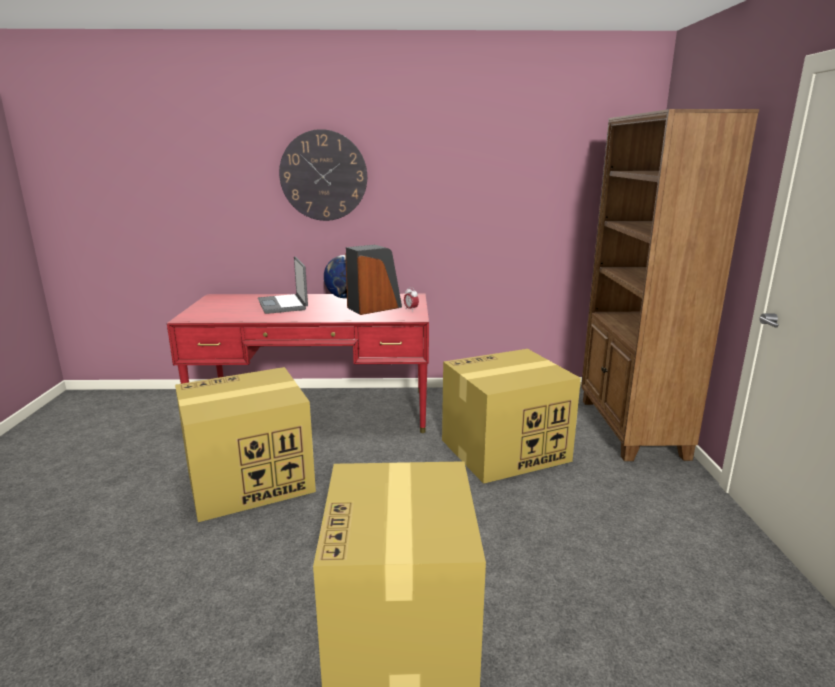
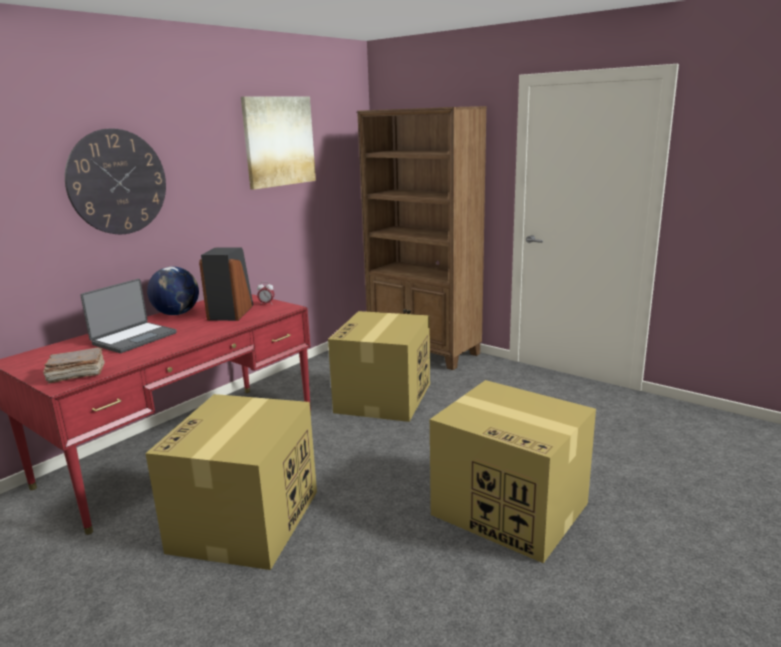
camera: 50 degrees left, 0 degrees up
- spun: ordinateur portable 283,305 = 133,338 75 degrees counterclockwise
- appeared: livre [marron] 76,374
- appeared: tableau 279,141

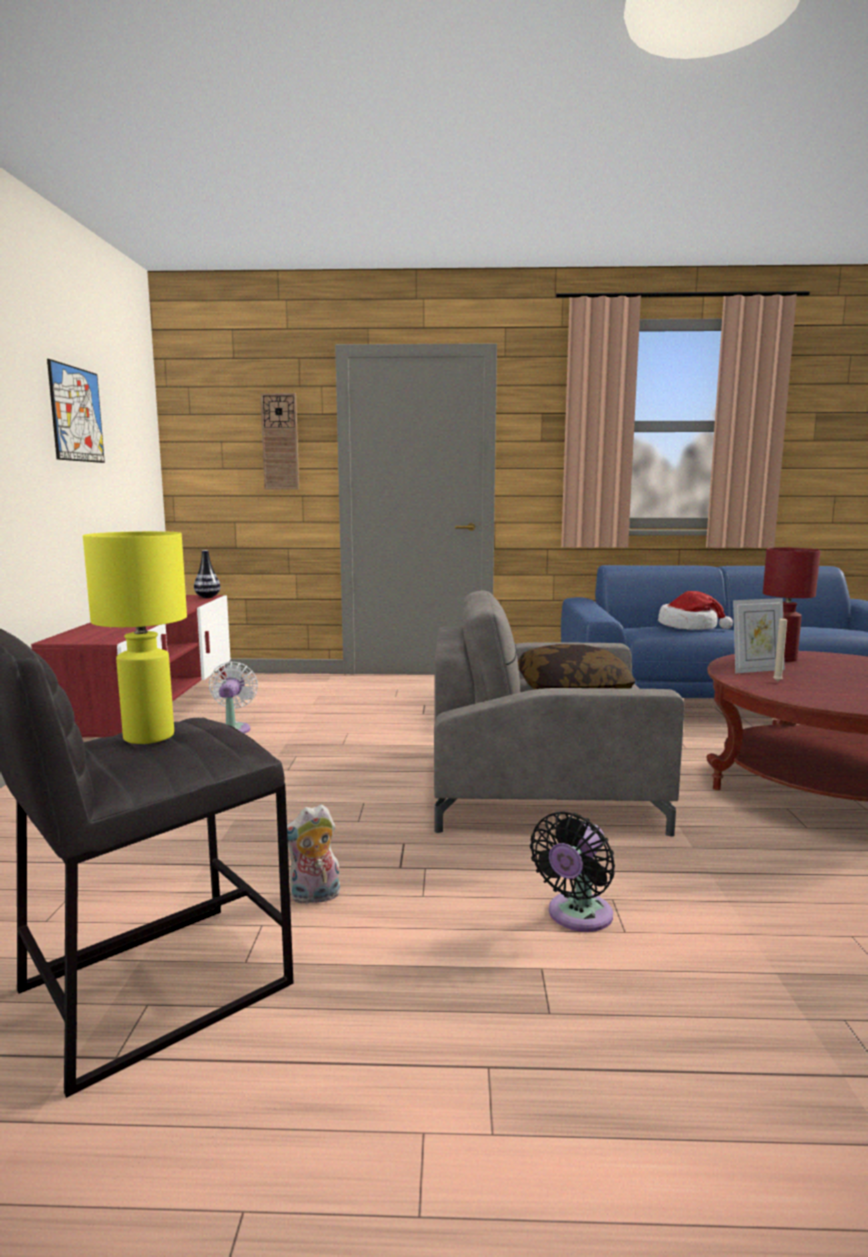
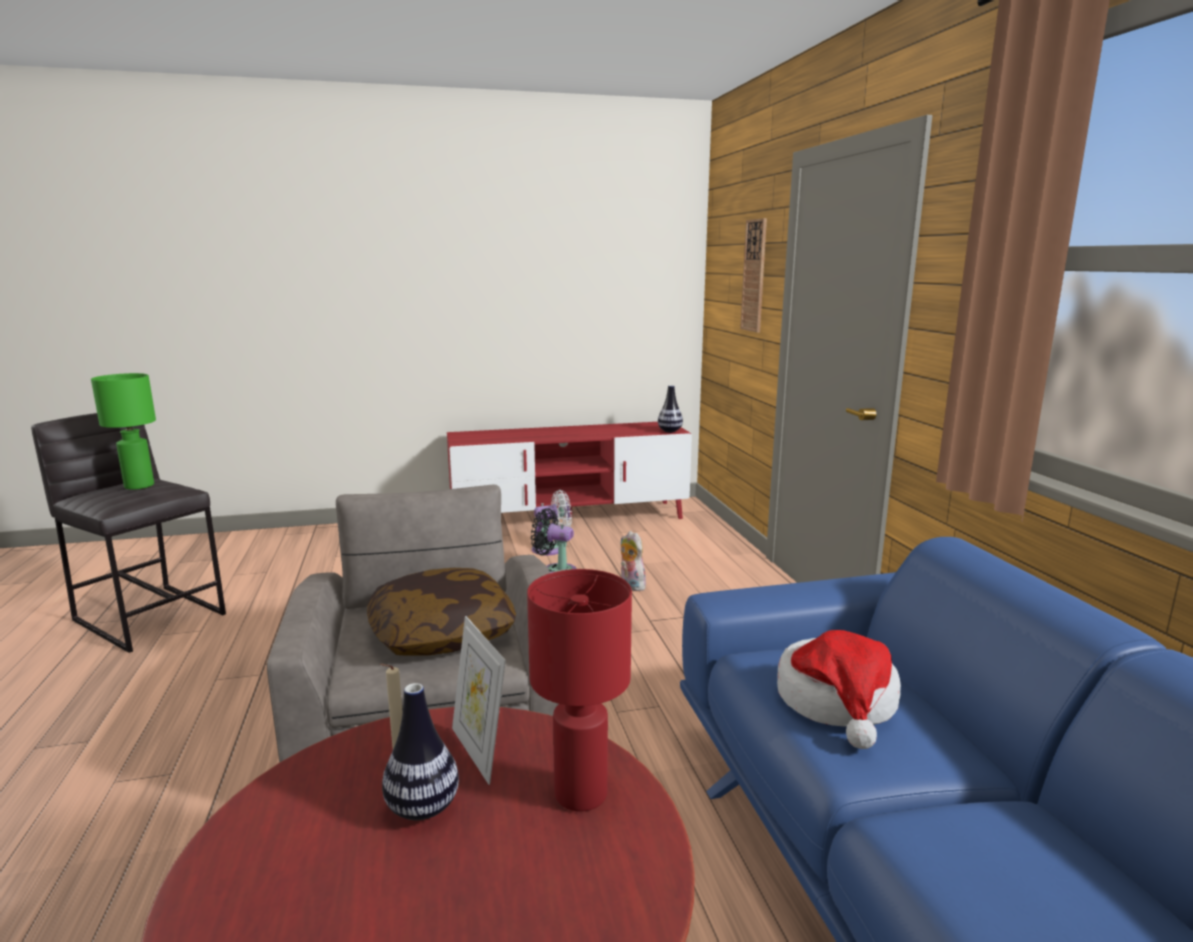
camera: 75 degrees right, 5 degrees up
- missing: tableau 76,414
- colour: lampe de table [jaune] 148,737 to lampe de table [vert] 138,486
- relocated: peluche 314,897 to 630,585
- relocated: ventilateur [noir] 577,916 to 555,571
- appeared: vase 422,808

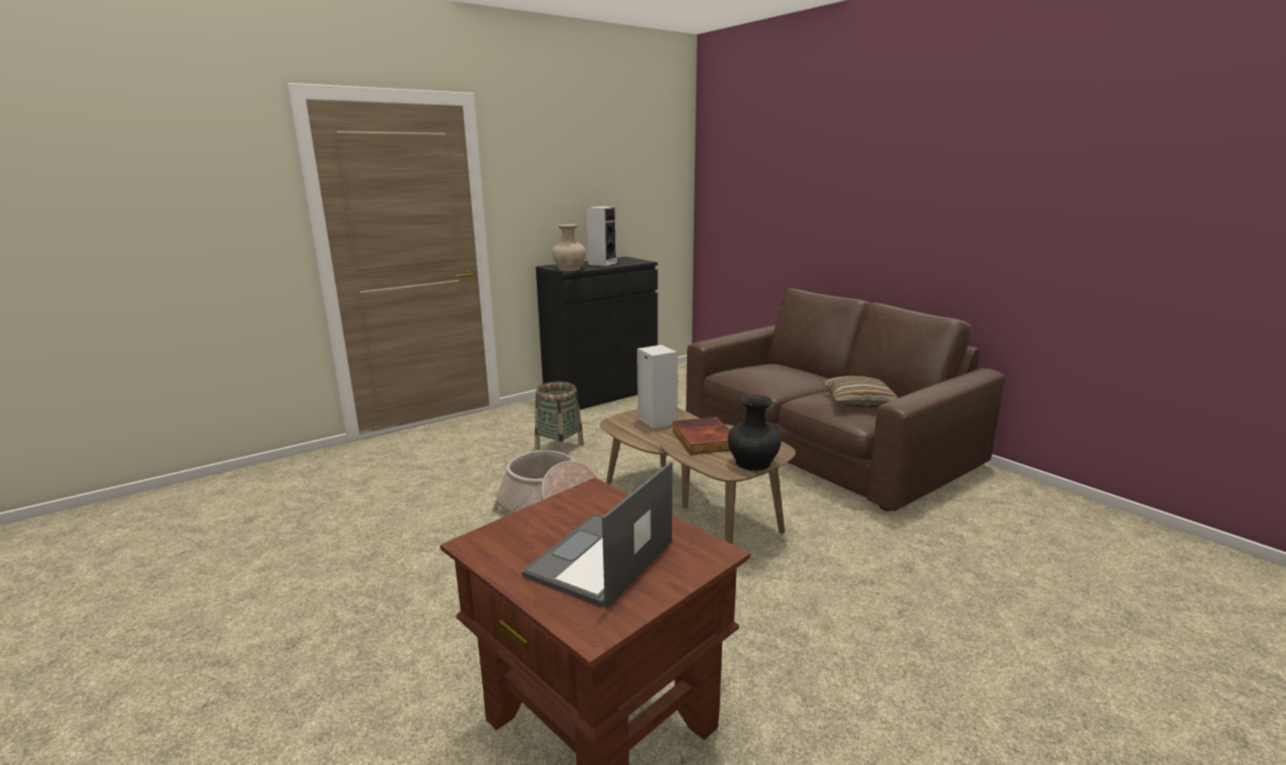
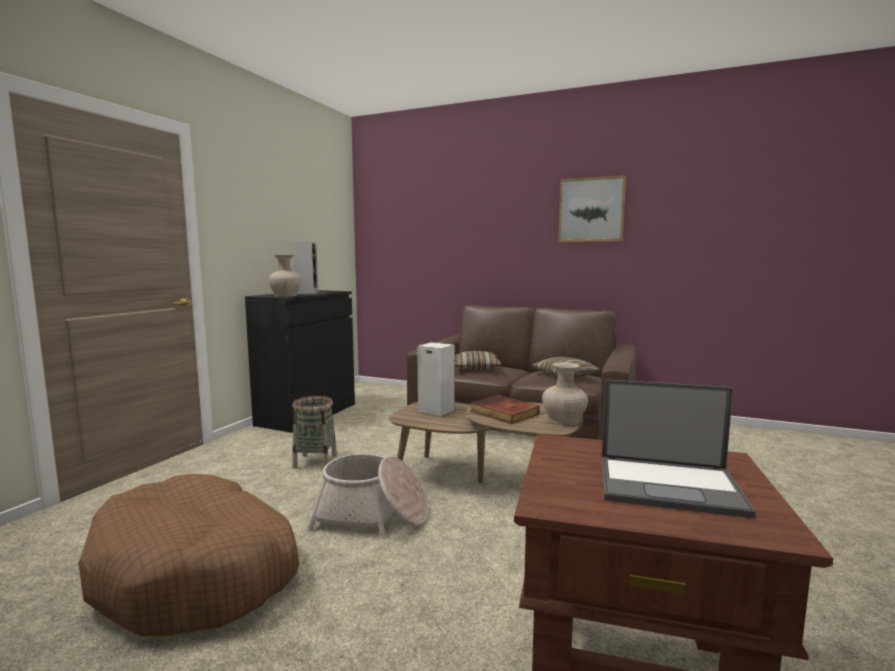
camera: 30 degrees left, 10 degrees down
- spun: ordinateur portable 600,560 = 670,485 75 degrees counterclockwise
- colour: vase [noir] 752,463 to vase [beige] 563,420
- appeared: panier pour chien [marron] 197,573
- appeared: coussin 476,368
- appeared: tableau 591,210

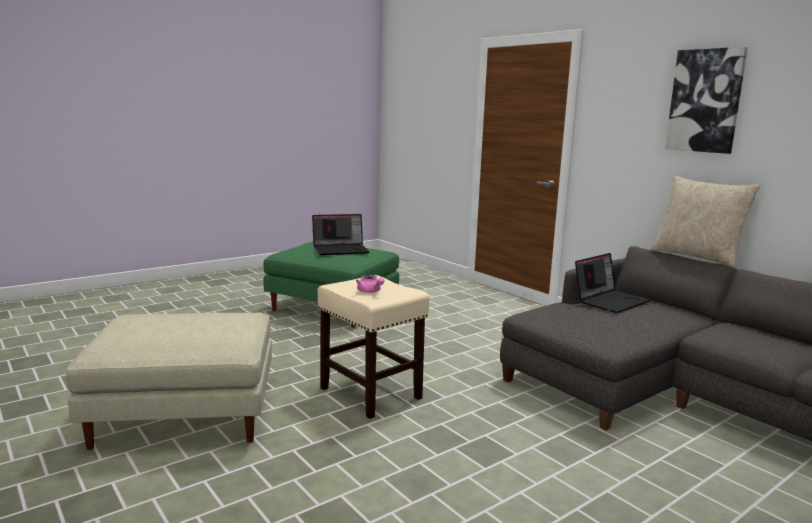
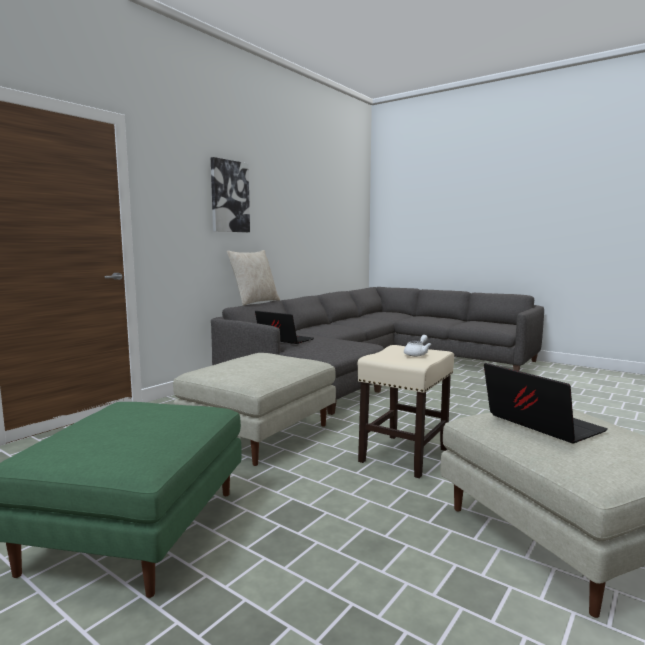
camera: 105 degrees left, 5 degrees down
- relocated: ordinateur portable 341,250 to 539,425
- colour: théière [rose] 370,291 to théière [blanc] 417,354
- appeared: pouf [beige] 259,433

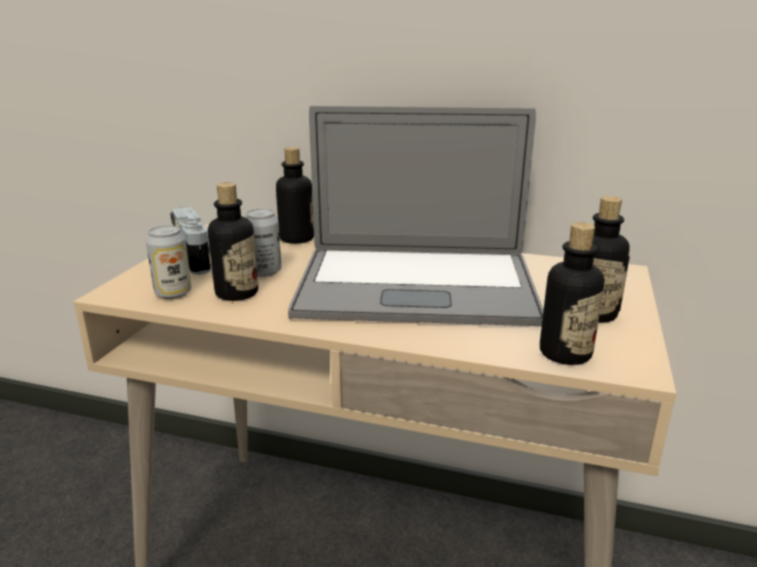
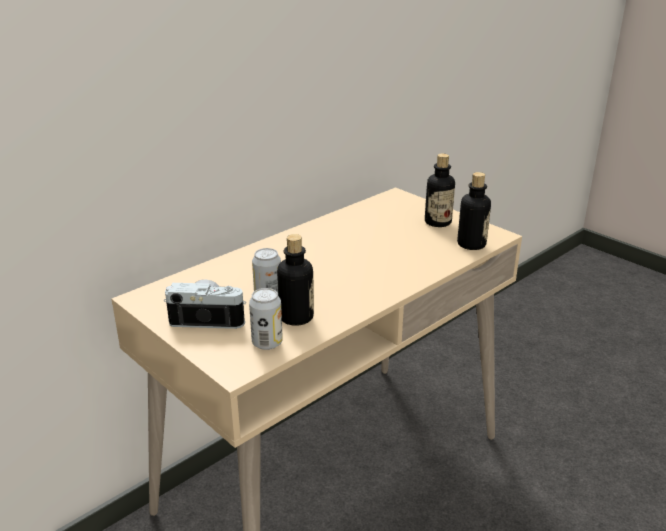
camera: 60 degrees left, 5 degrees up
- missing: bouteille 296,238
- missing: ordinateur portable 416,286

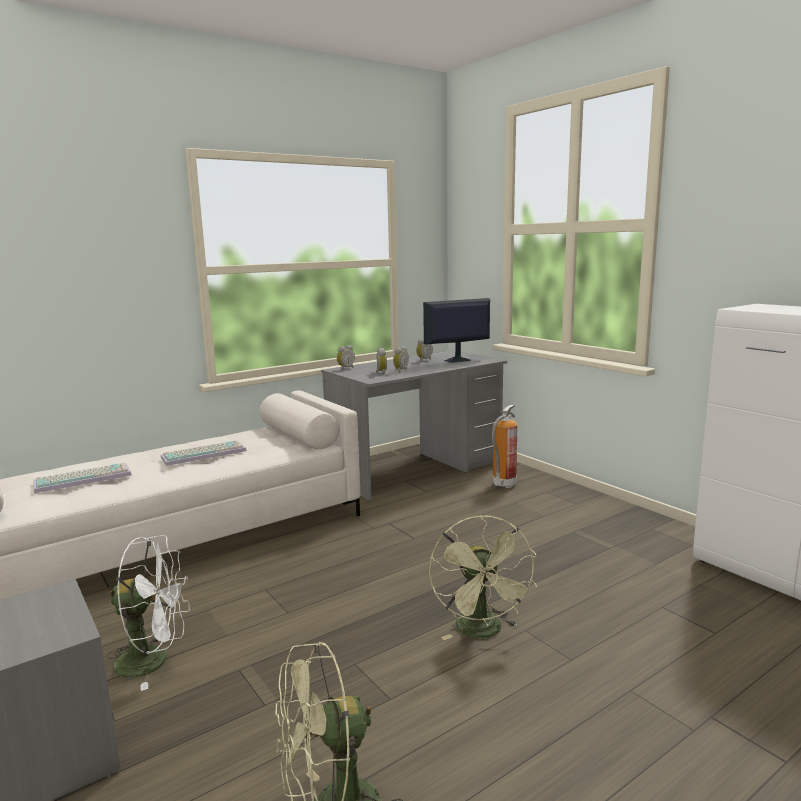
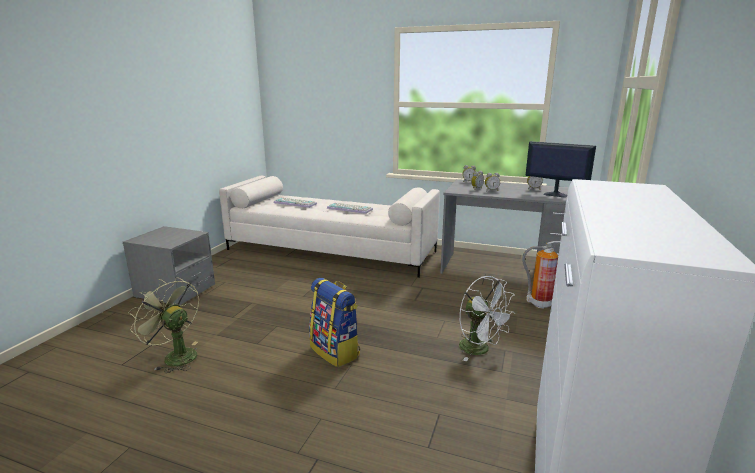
camera: 55 degrees right, 5 degrees up
- relocated: ventilateur [blanc] 154,661 to 480,350
- exchanged: ventilateur [vert] 483,632 to sac à dos 335,351

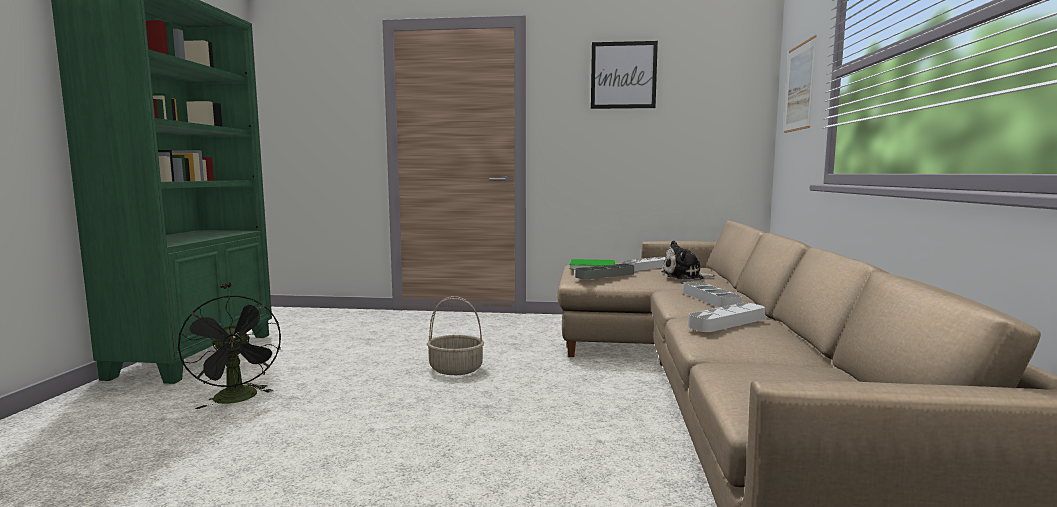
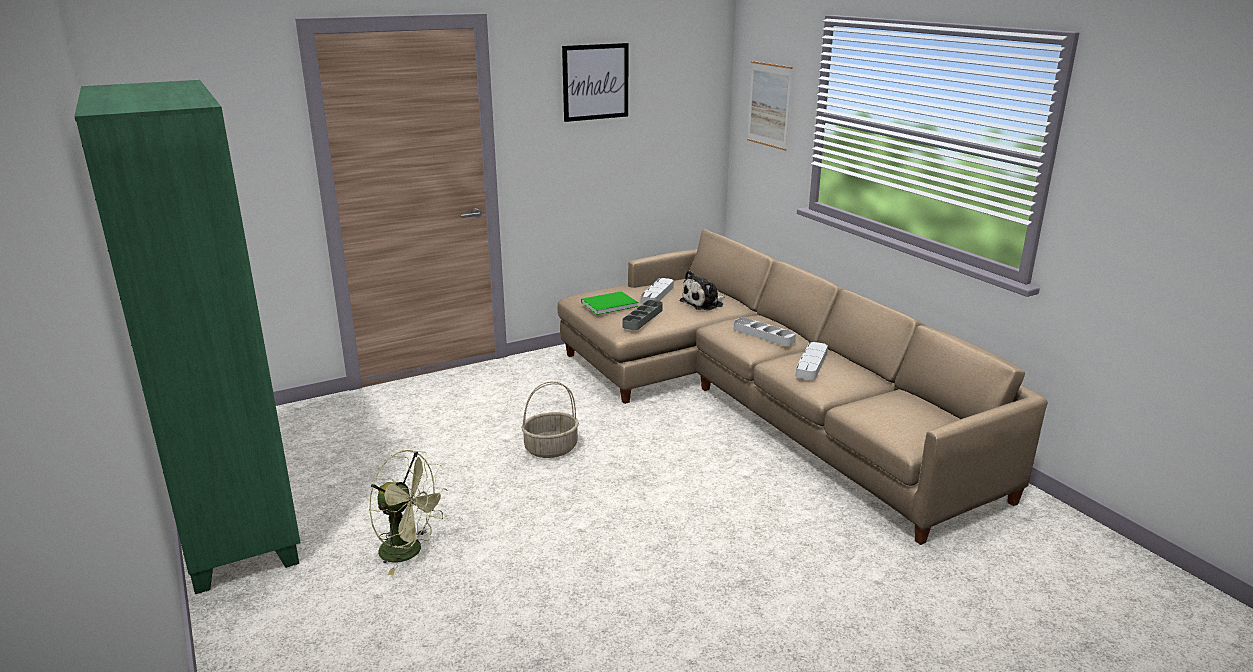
camera: 35 degrees left, 15 degrees up
- colour: ventilateur [noir] 238,399 to ventilateur [vert] 409,551

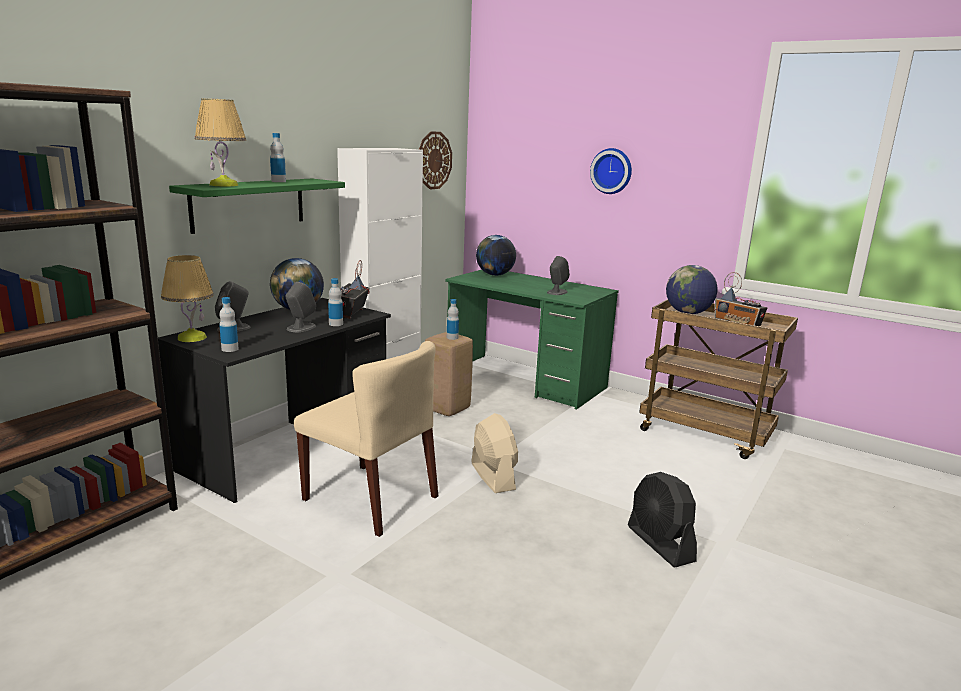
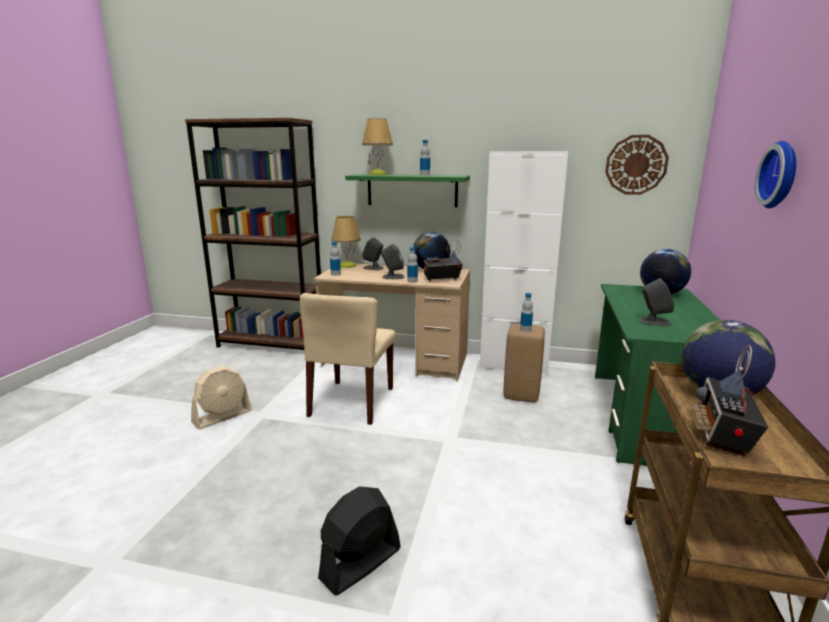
camera: 70 degrees right, 0 degrees up
- colour: bureau [noir] 288,448 to bureau [beige] 396,360
- relocated: ventilateur [beige] 492,476 to 222,416

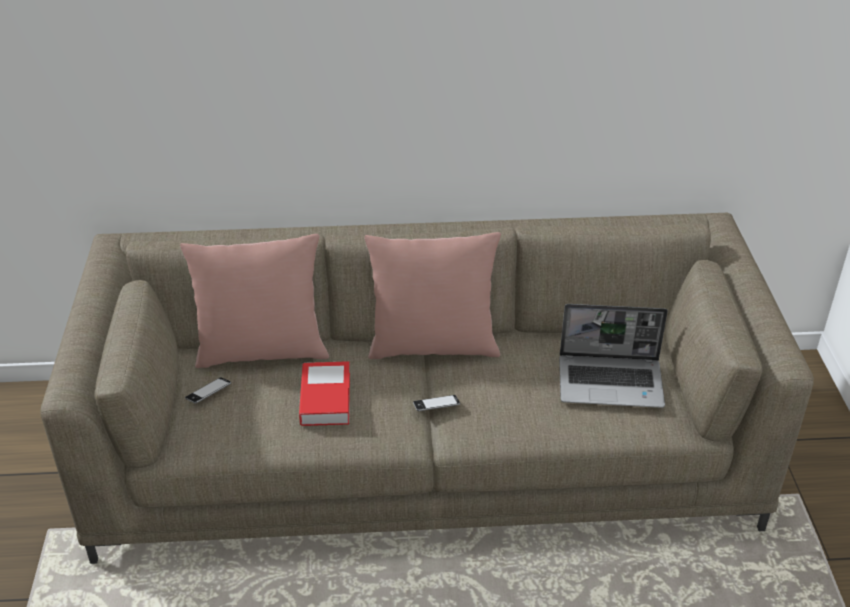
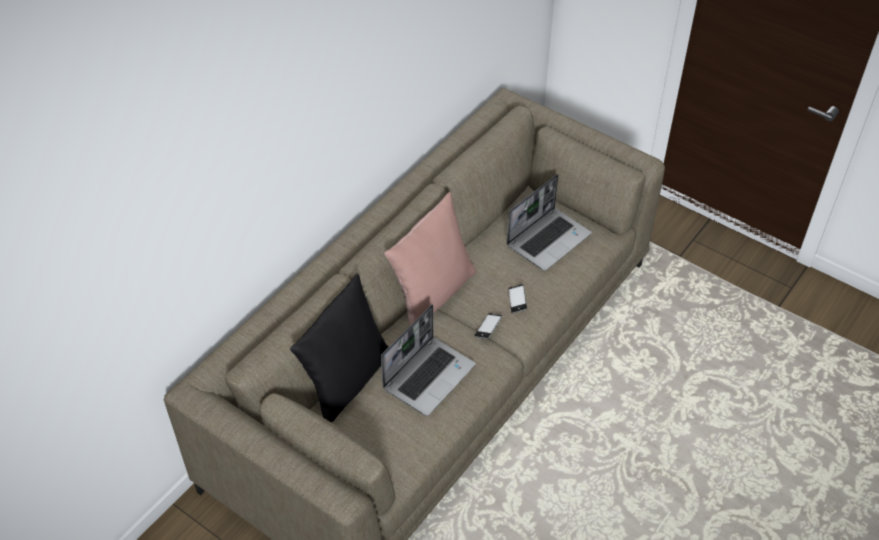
camera: 50 degrees left, 10 degrees up
- colour: coussin [rose] 262,351 to coussin [noir] 347,381
- relocated: téléphone 208,393 to 517,300
- exchanged: livre 325,399 to ordinateur portable 429,376

